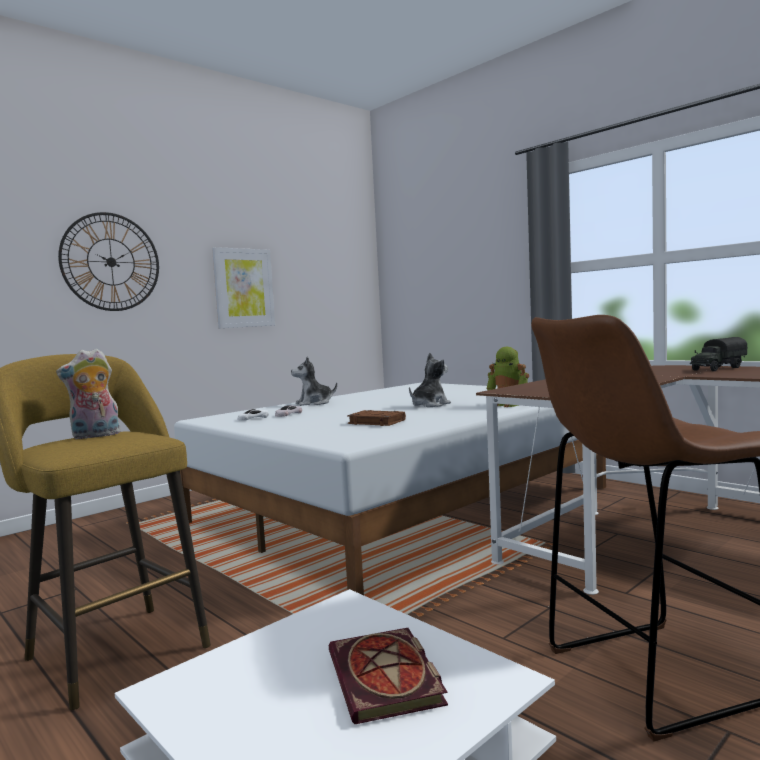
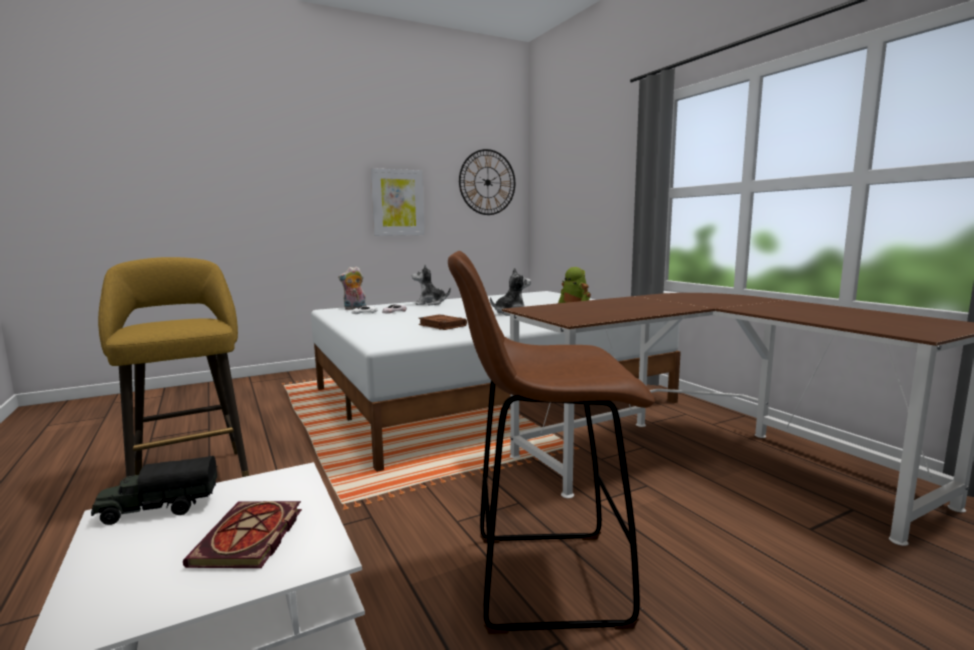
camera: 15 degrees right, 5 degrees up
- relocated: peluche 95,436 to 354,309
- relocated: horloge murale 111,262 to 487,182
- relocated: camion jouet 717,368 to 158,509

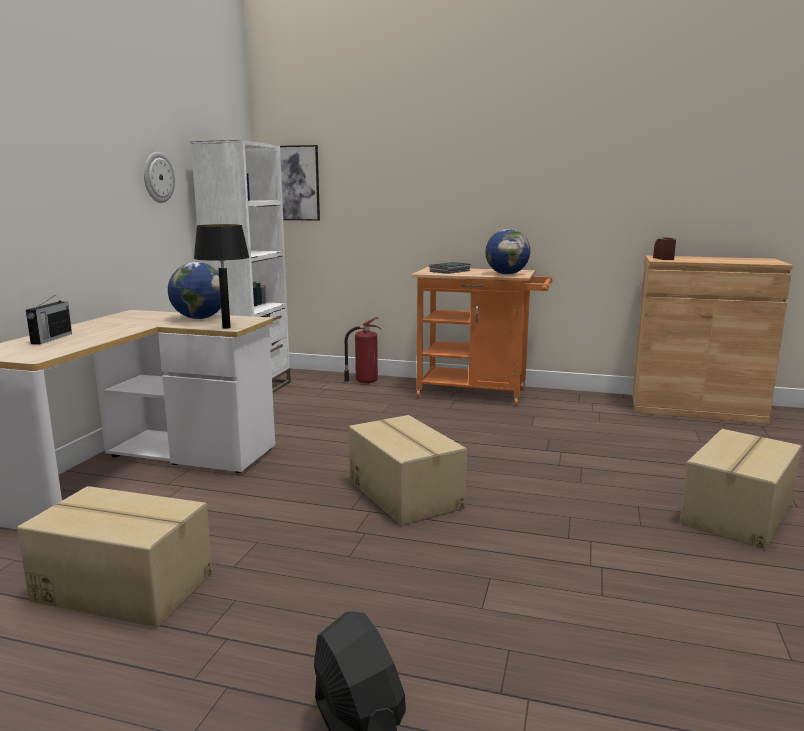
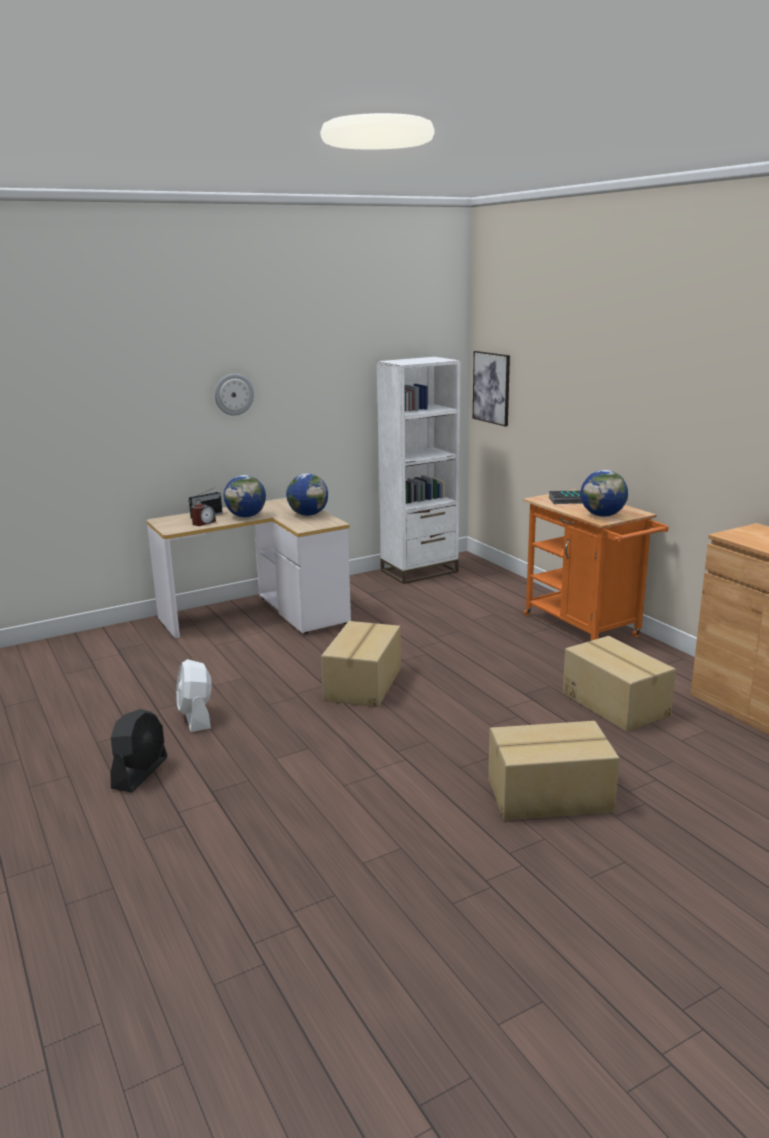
camera: 45 degrees right, 5 degrees up
- relocated: carton 124,586 to 615,704
- relocated: horloge murale 158,177 to 234,394
- missing: lampe de table [noir] 226,327
- missing: extincteur 364,381
- relocated: réveil 664,258 to 203,523
- appeared: ventilateur [blanc] 196,717
- appeared: globe 246,516

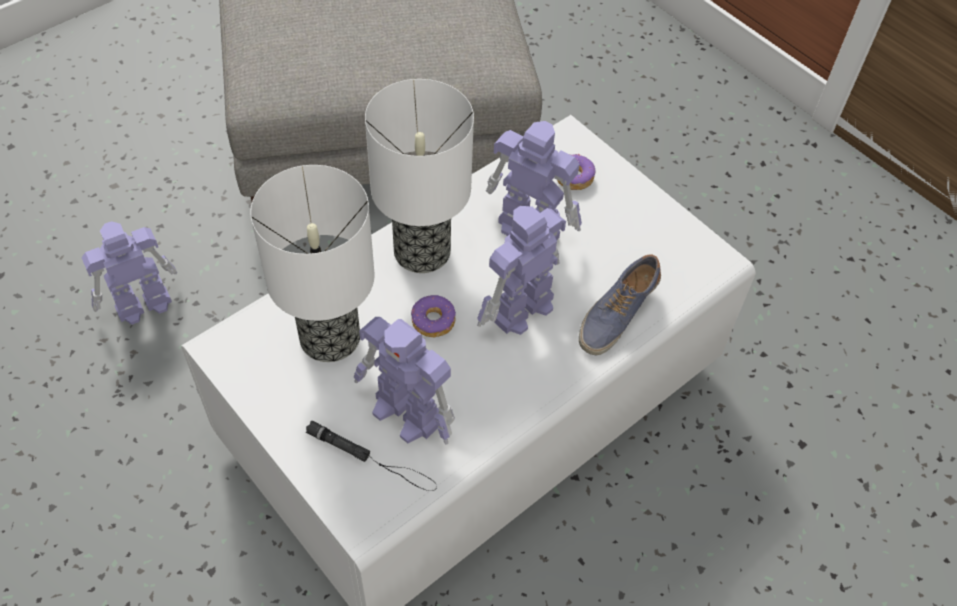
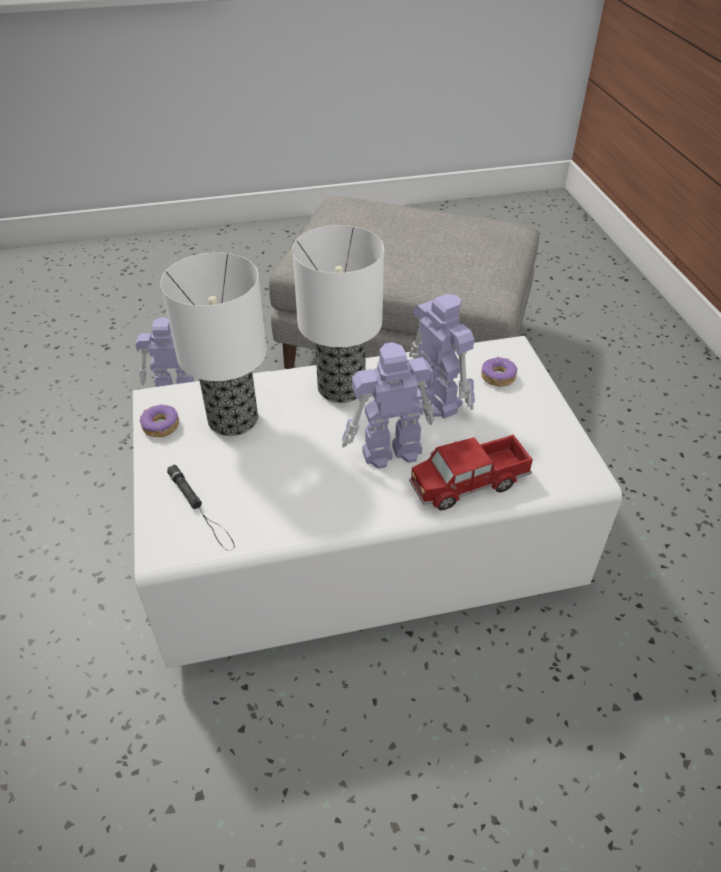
camera: 30 degrees right, 10 degrees down
- missing: robot jouet 407,414
- relocated: beignet 433,321 to 161,426
- exchanged: chaussure 616,314 to camion jouet 468,483

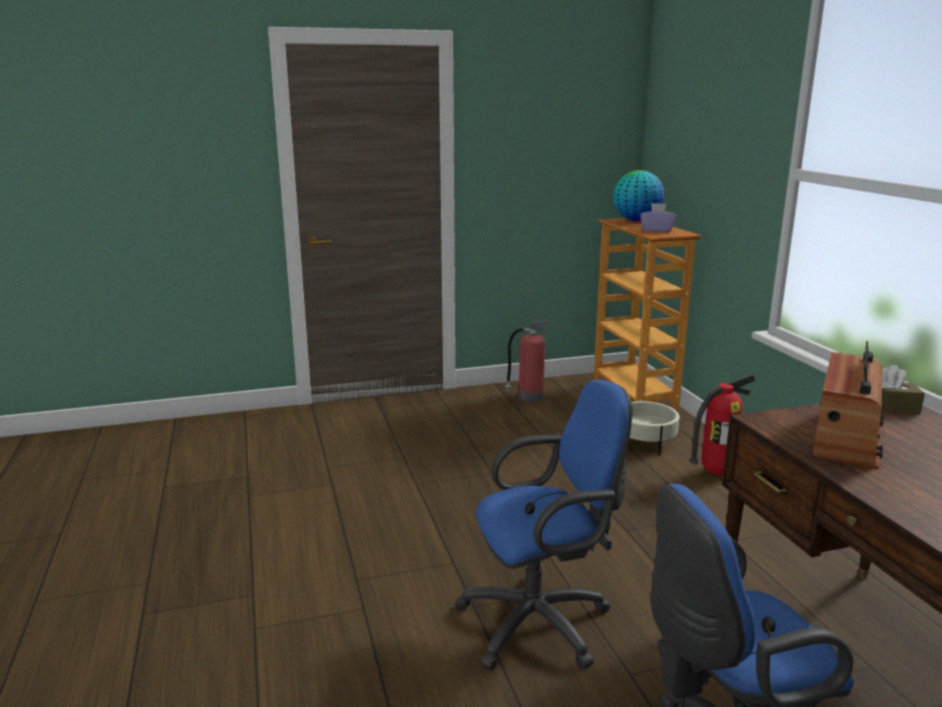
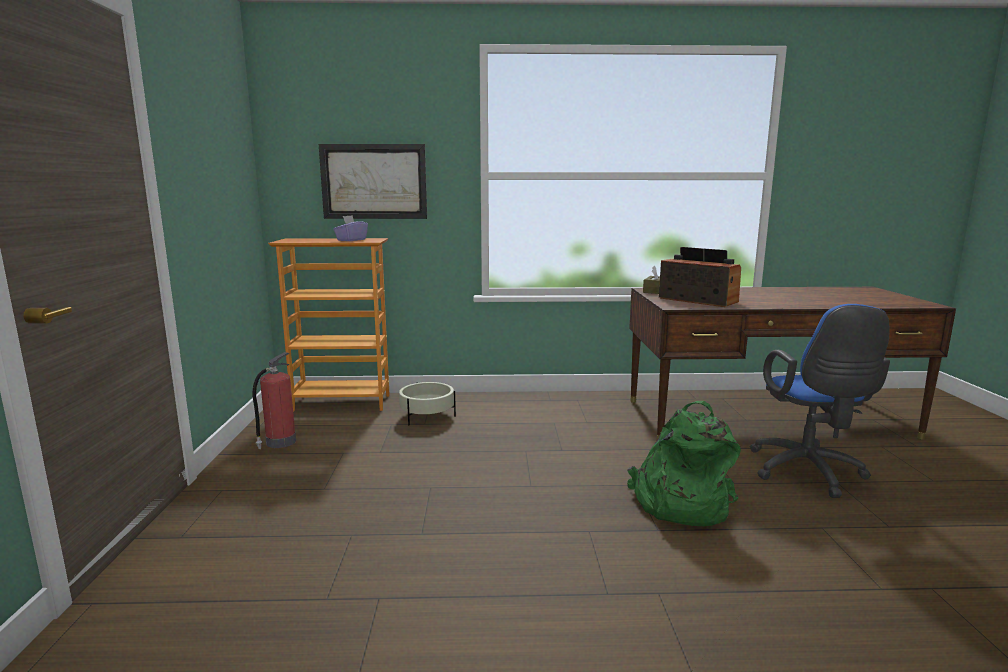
camera: 75 degrees left, 5 degrees down
- exchanged: chaise de bureau [bleu] 543,622 to sac à dos [vert] 679,503
- missing: globe 636,221
- missing: extincteur 716,473
- appeared: tableau 374,181

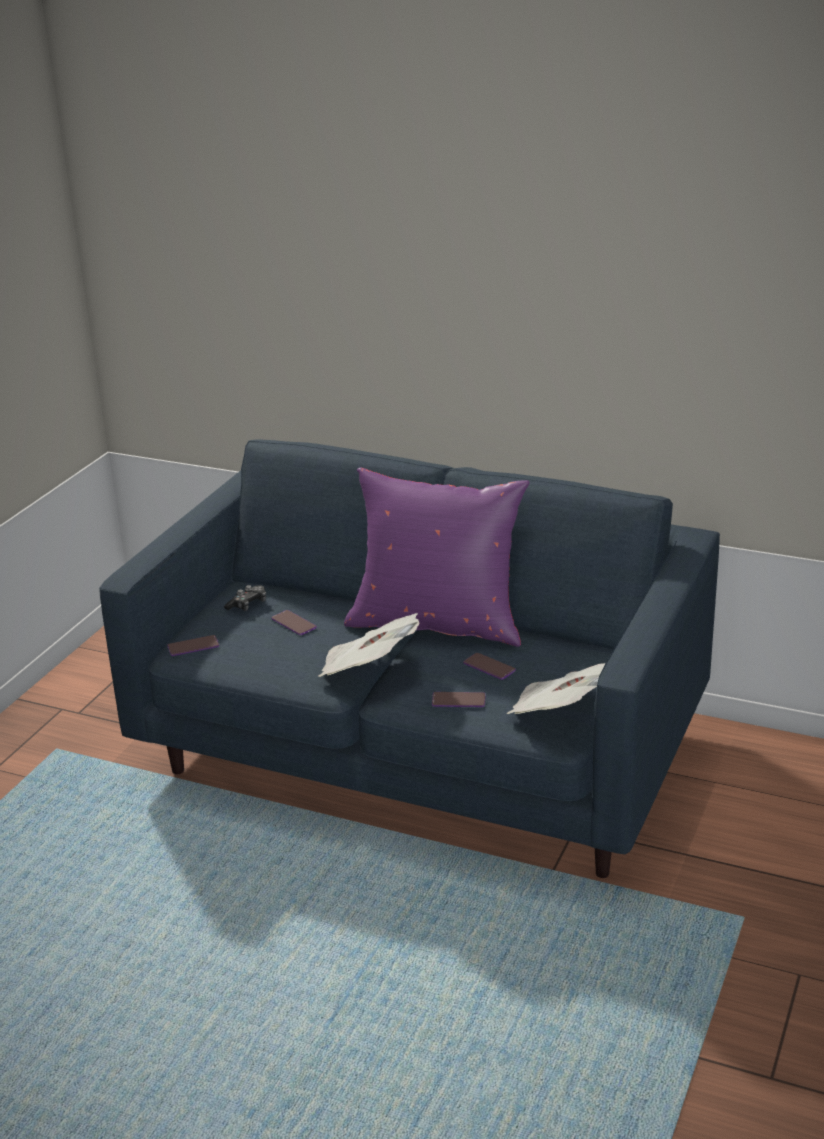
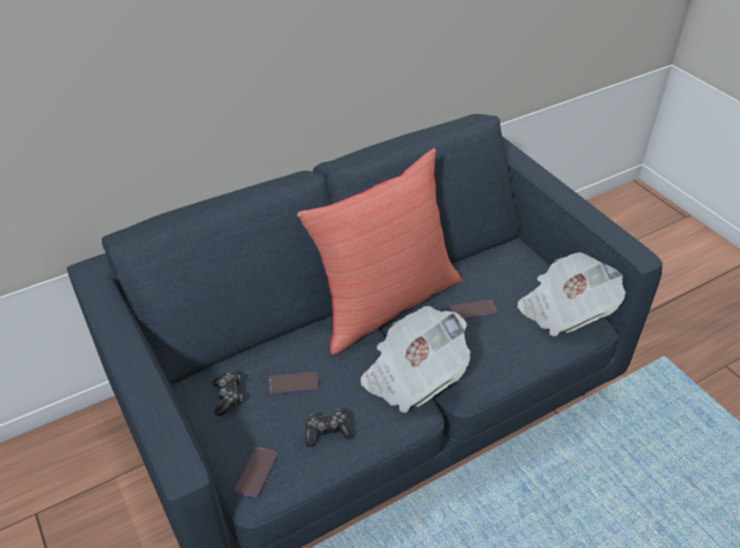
camera: 55 degrees left, 15 degrees up
- colour: coussin [violet] 437,623 to coussin [rouge] 385,303
- missing: téléphone 458,700
- appeared: manette 327,432

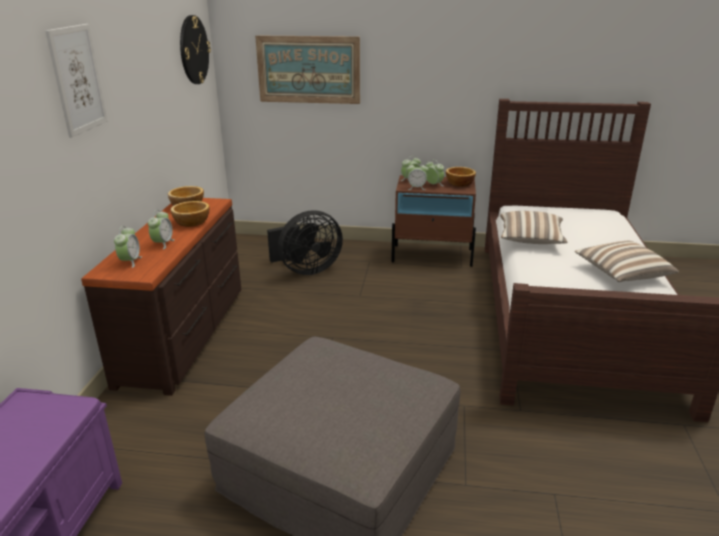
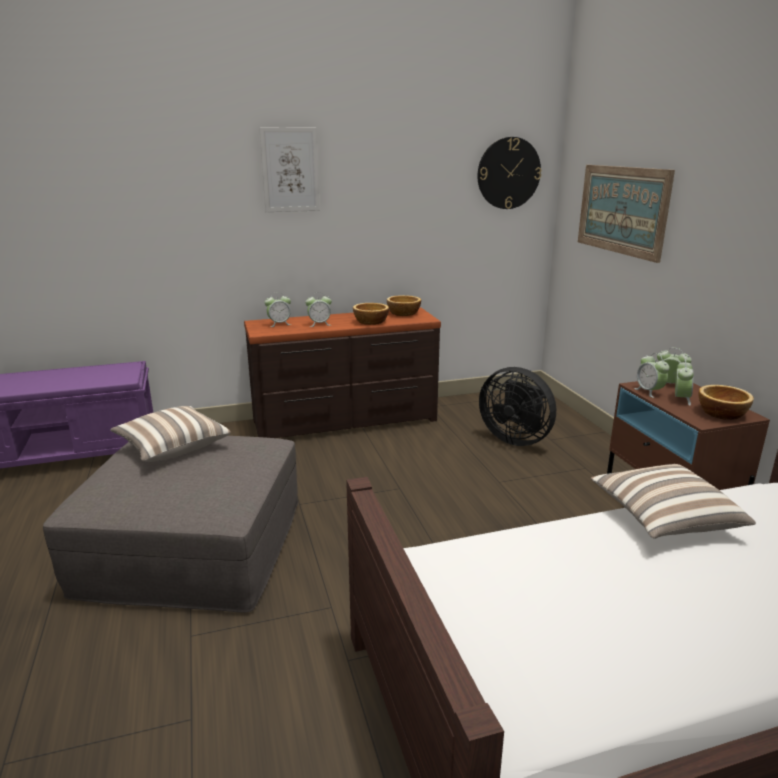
camera: 65 degrees right, 5 degrees down
- relocated: coussin 621,274 to 172,447

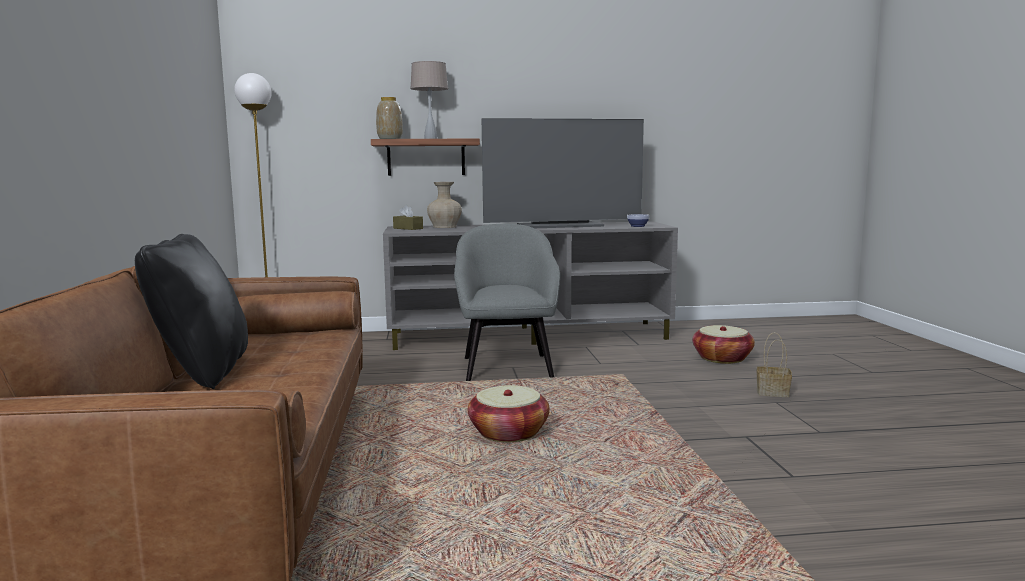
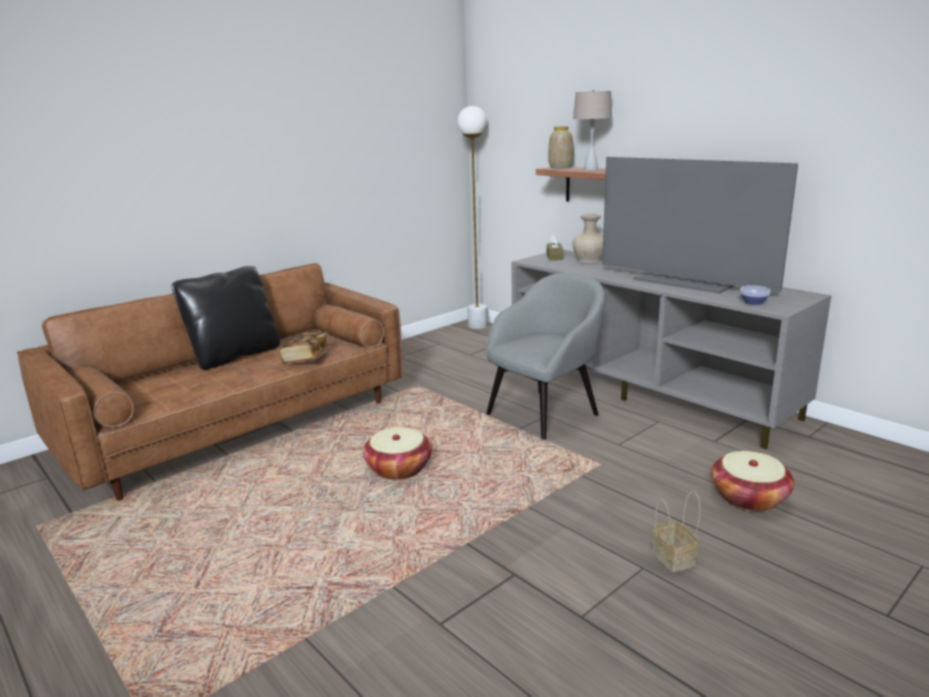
camera: 55 degrees right, 10 degrees up
- appeared: livre 306,358

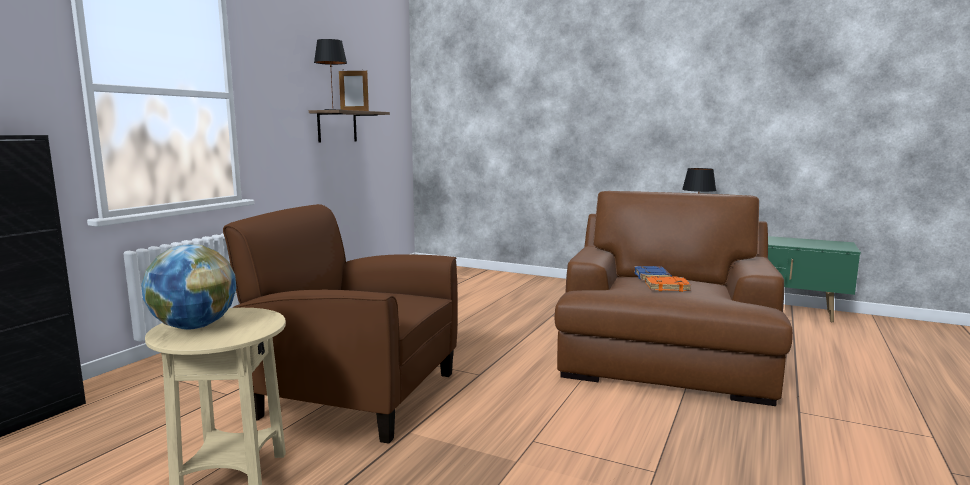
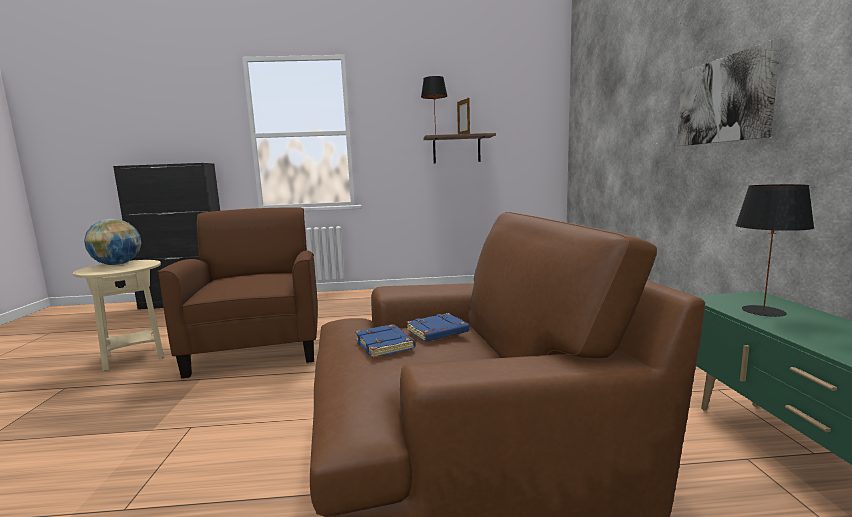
camera: 60 degrees right, 0 degrees up
- colour: livre [orange] 667,287 to livre [bleu] 385,345
- appeared: tableau 724,100

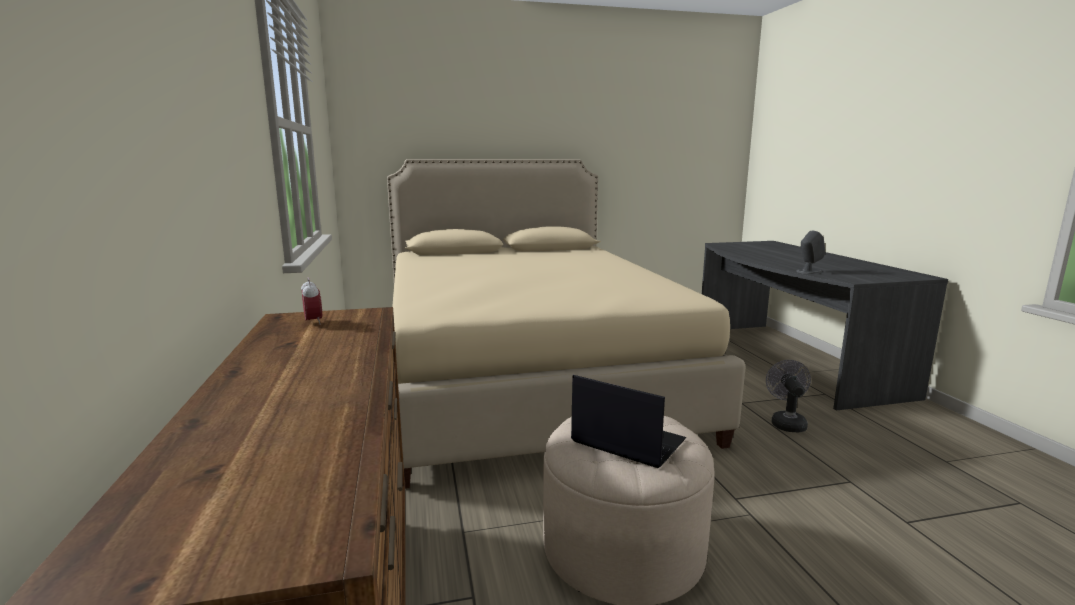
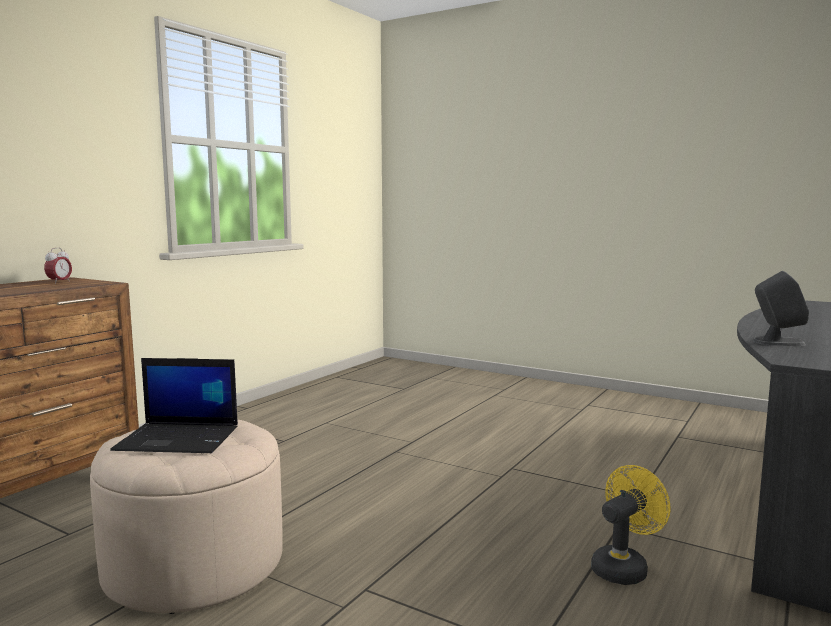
camera: 45 degrees right, 5 degrees down
- missing: lit [beige] 525,378
- spun: ordinateur portable 626,441 = 180,439 105 degrees clockwise
- colour: ventilateur [gris] 786,422 to ventilateur [jaune] 624,567

